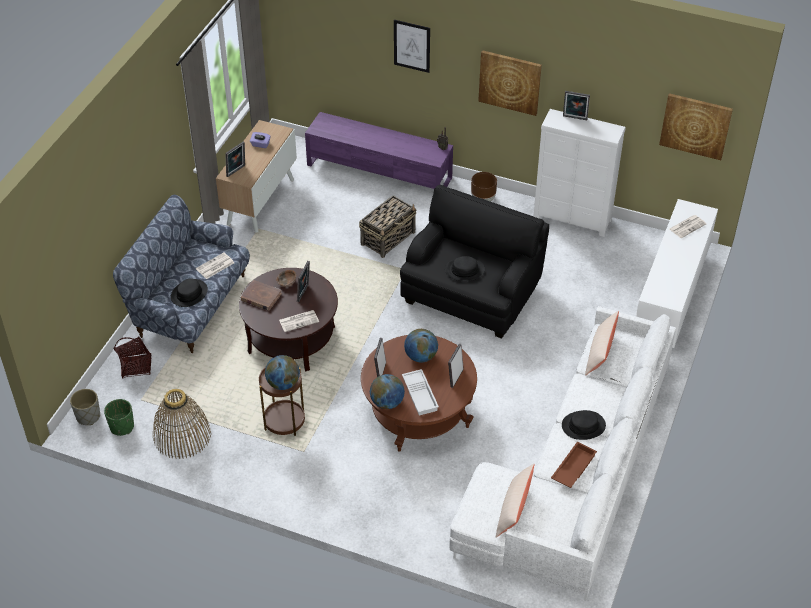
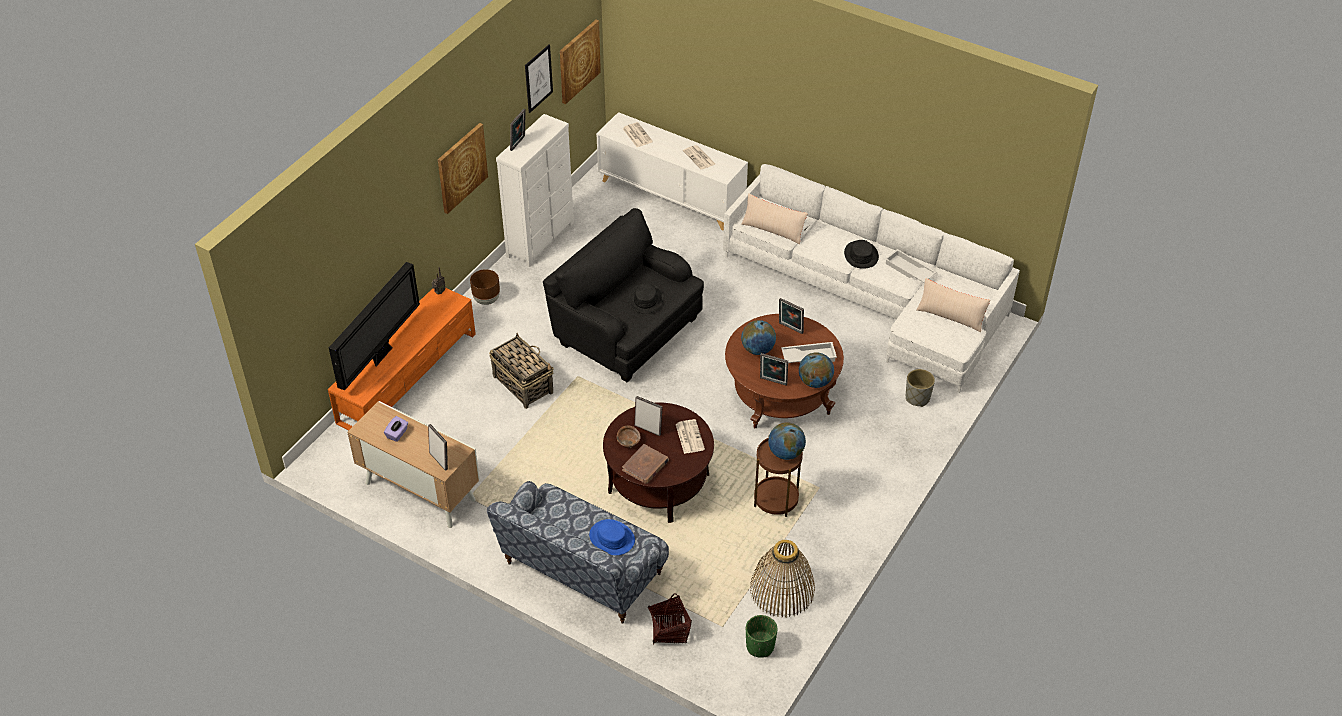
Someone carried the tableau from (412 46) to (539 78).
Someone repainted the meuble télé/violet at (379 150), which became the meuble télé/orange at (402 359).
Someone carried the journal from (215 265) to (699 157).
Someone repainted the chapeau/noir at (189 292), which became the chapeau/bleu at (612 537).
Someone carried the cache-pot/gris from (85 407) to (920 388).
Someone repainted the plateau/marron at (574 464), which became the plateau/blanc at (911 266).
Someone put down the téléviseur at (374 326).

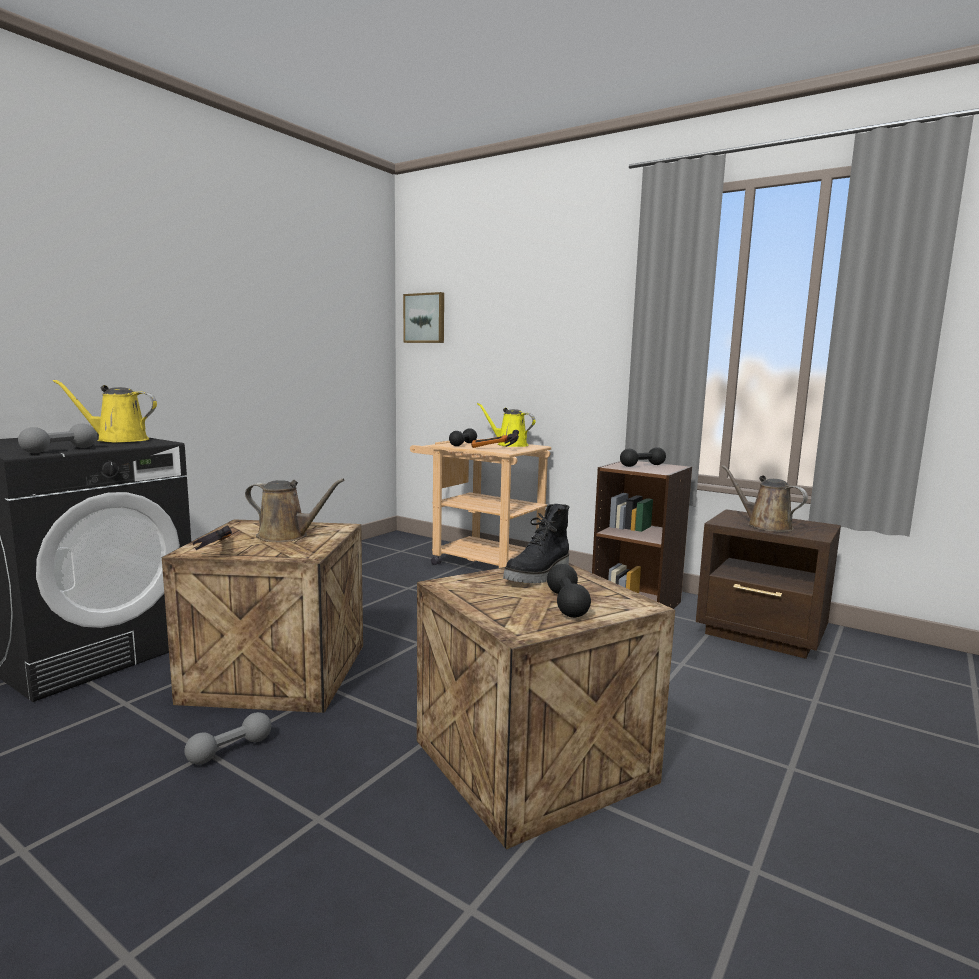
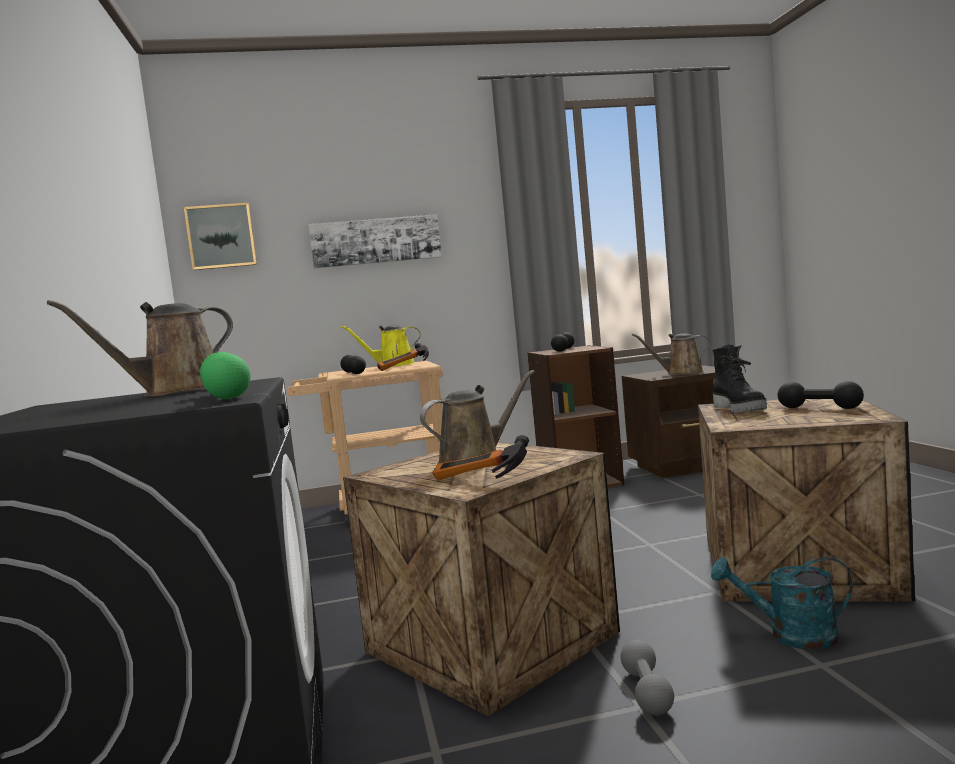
Someone repainted the arrosoir/jaune at (105 410), which became the arrosoir/marron at (140 348).
Someone repainted the haltère/gris at (57 438), which became the haltère/vert at (225 375).
Someone put up the tableau at (375 241).
Someone put down the arrosoir/turquoise at (782 603).

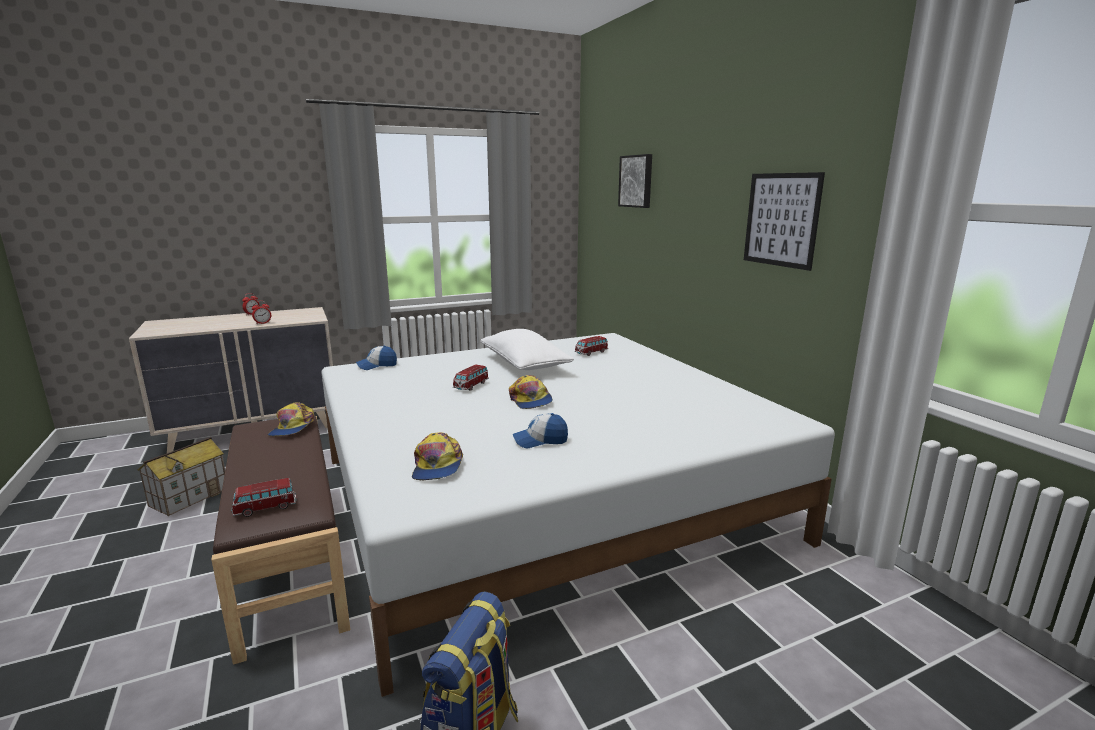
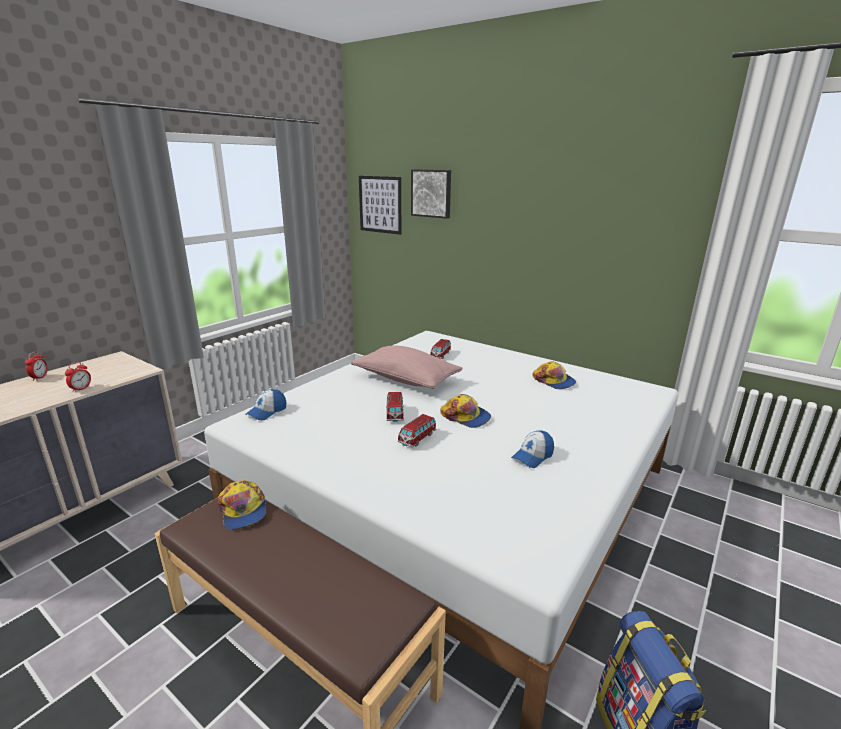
Someone carried the tableau from (784 221) to (380 205).
Someone repainted the coussin/blanc at (527 349), which became the coussin/rose at (407 367).
Someone carried the casquette from (437 456) to (554 375).
Someone took away the maison miniature at (181 476).
Someone carried the petite voiture from (264 497) to (417 430).

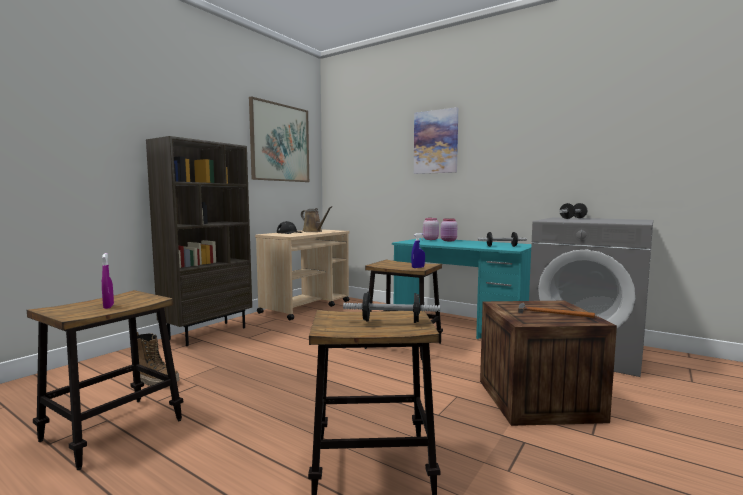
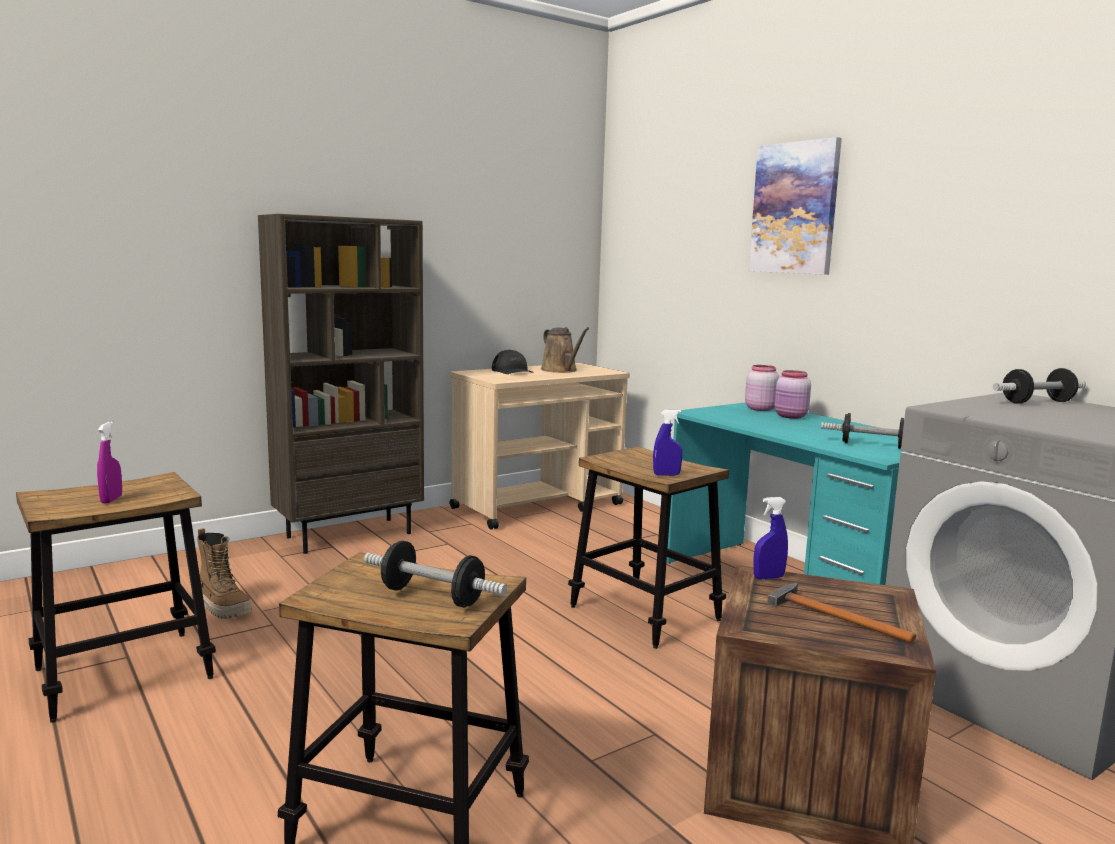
Someone took away the tableau at (279 139).
Someone put down the vaporisateur/bleu at (771 538).

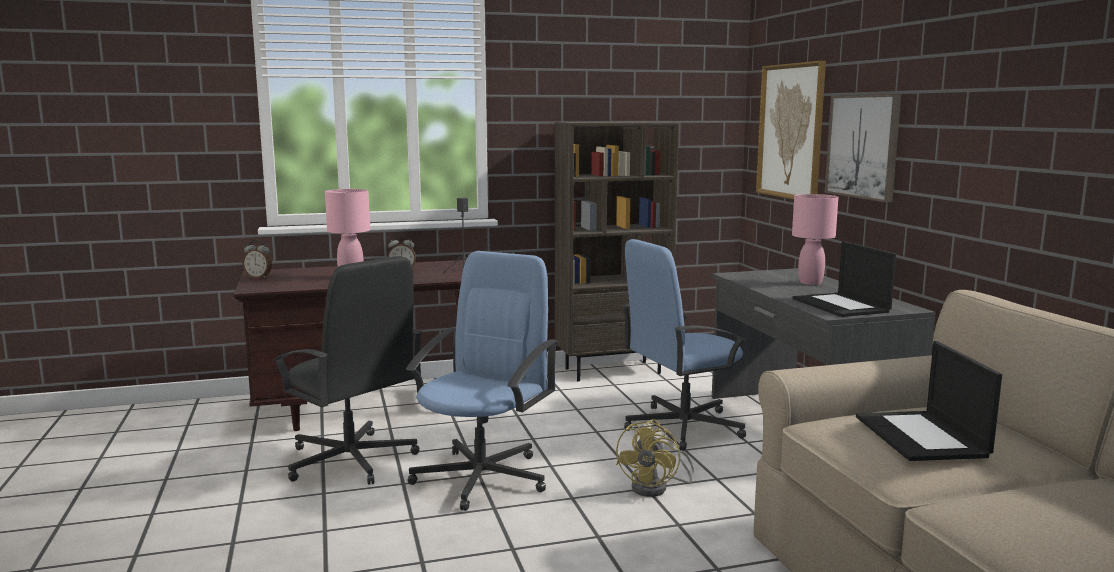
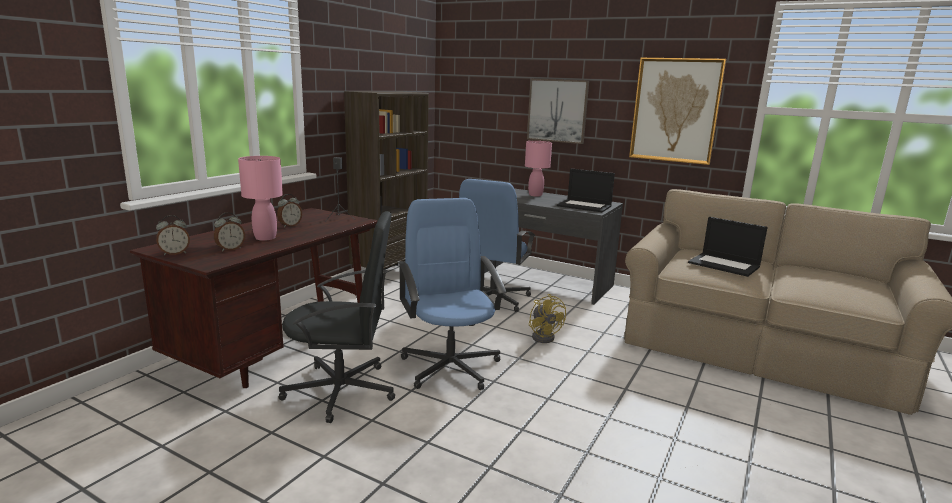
Someone carried the tableau from (791 130) to (677 111).
Someone put down the réveil at (229 232).

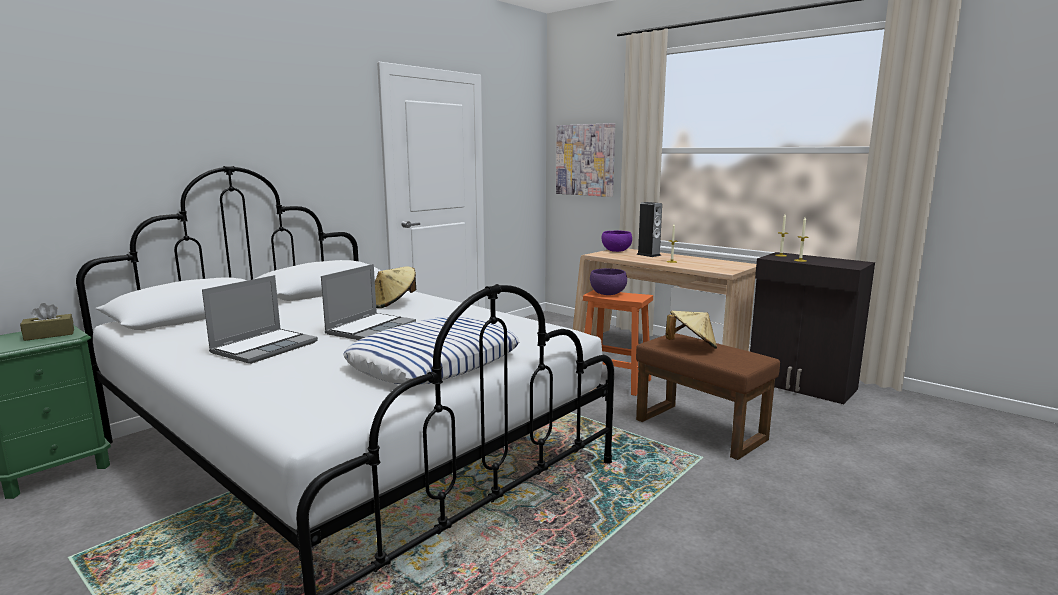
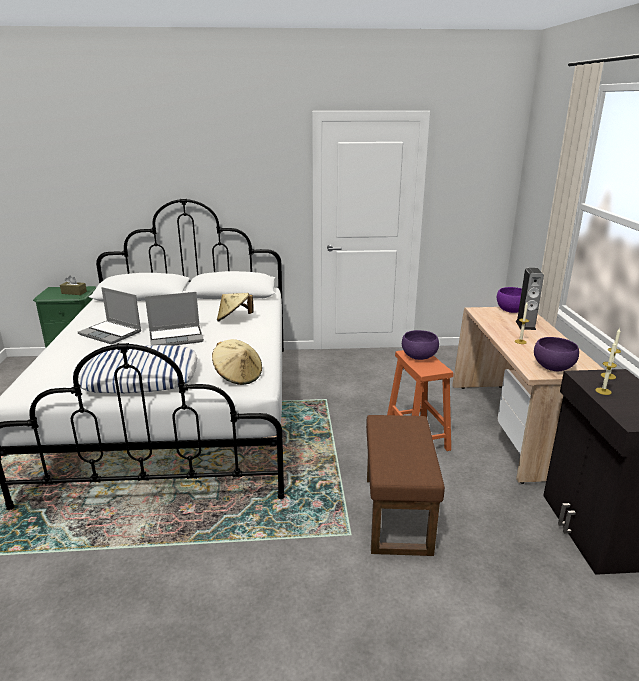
Someone took away the tableau at (585 160).
Someone rotated the ordinateur portable at (260 319) by 45 degrees clockwise.
Someone carried the chapeau/beige from (691 330) to (237 362).
Someone put down the bol/violet at (556 354).

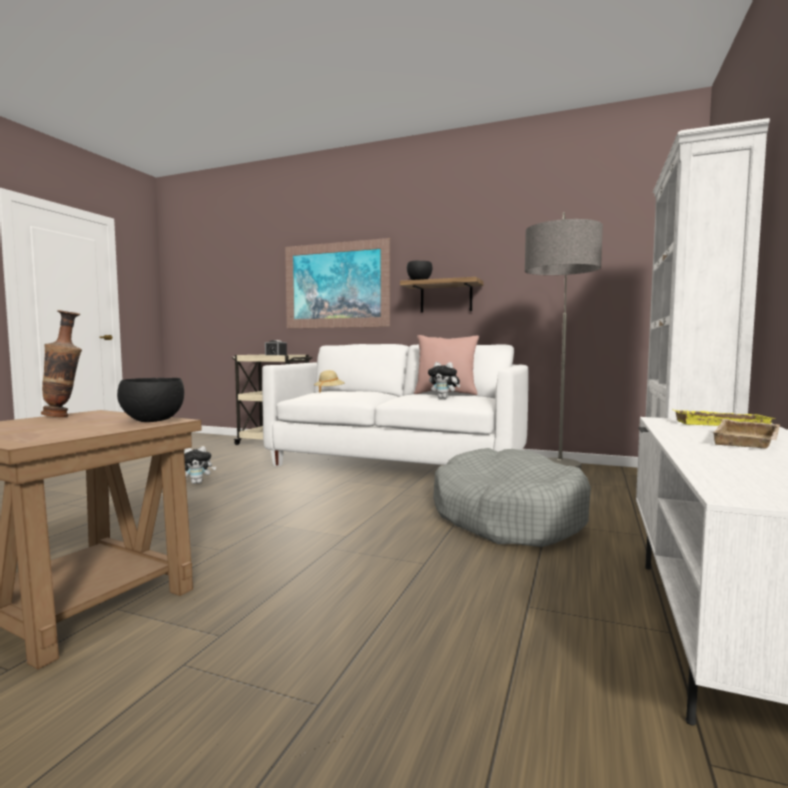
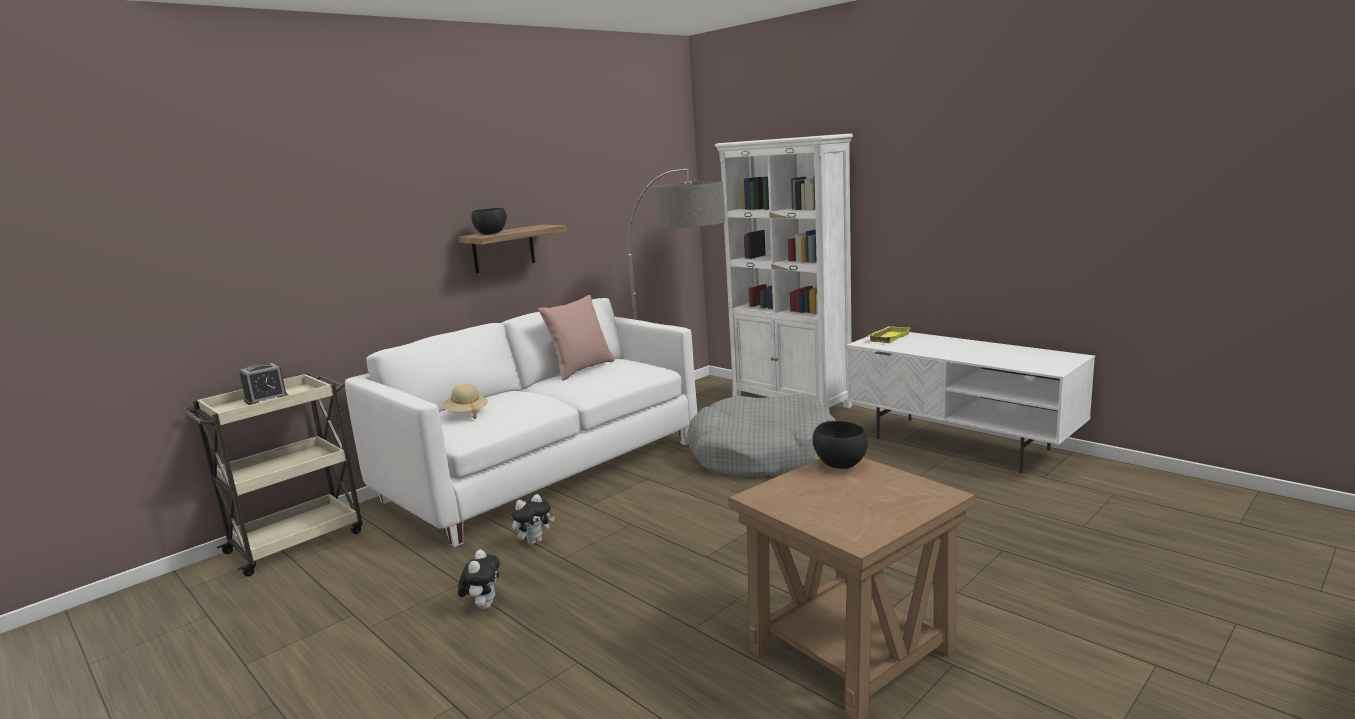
Someone took away the tableau at (337 283).
Someone took away the vase at (61 363).
Someone carried the peluche from (444 380) to (533 519).
Someone took away the plateau/beige at (745 434).

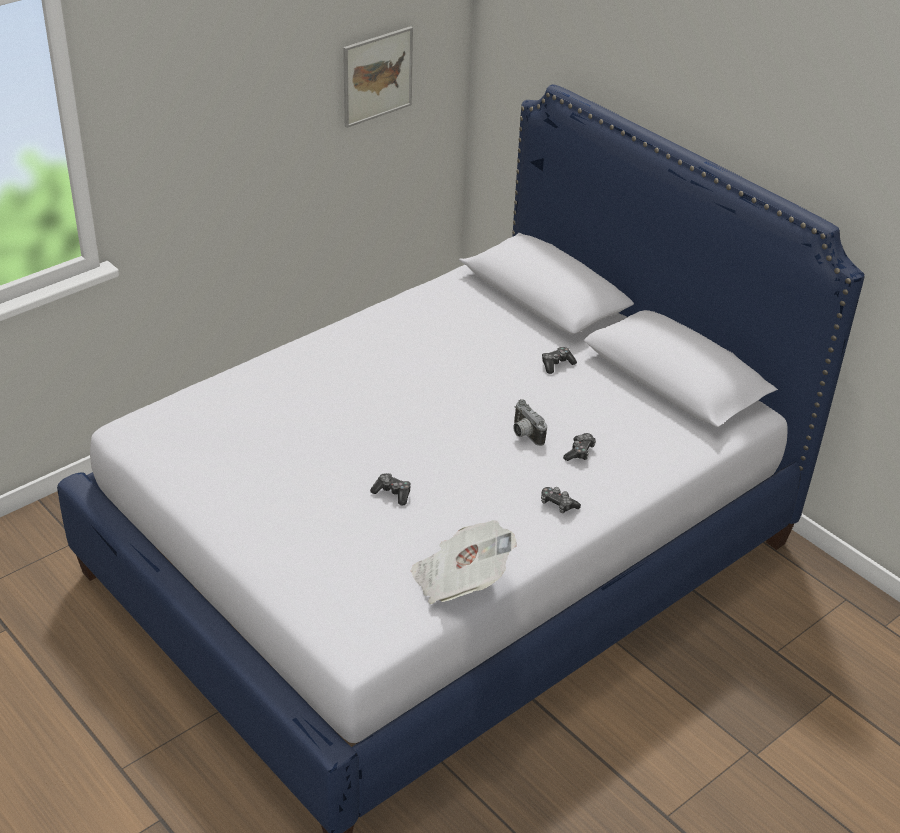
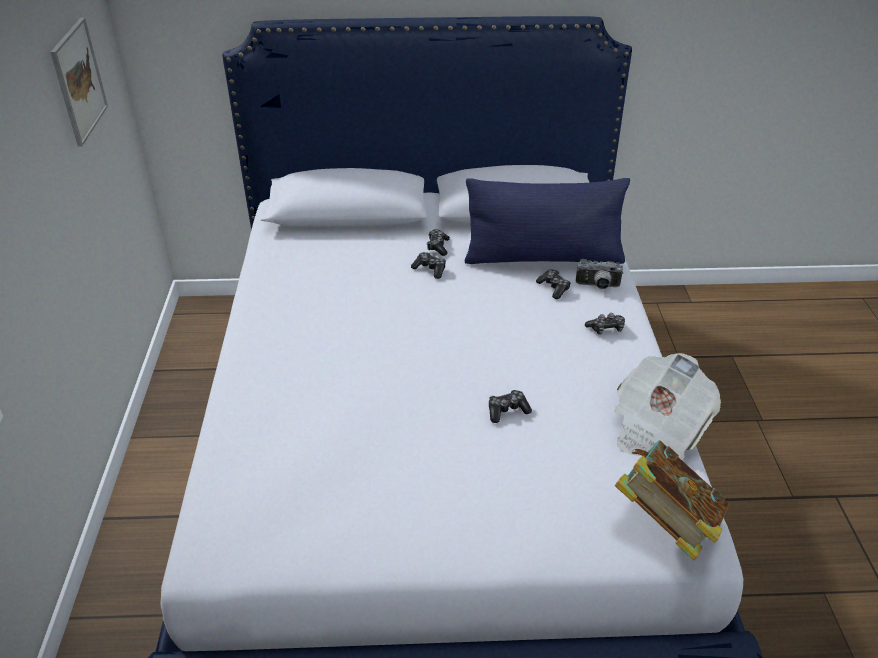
Someone carried the appareil photo from (530 422) to (599 274).
Someone put down the coussin/bleu at (547 221).
Someone put down the manette at (428 265).
Someone put down the livre at (672 500).

